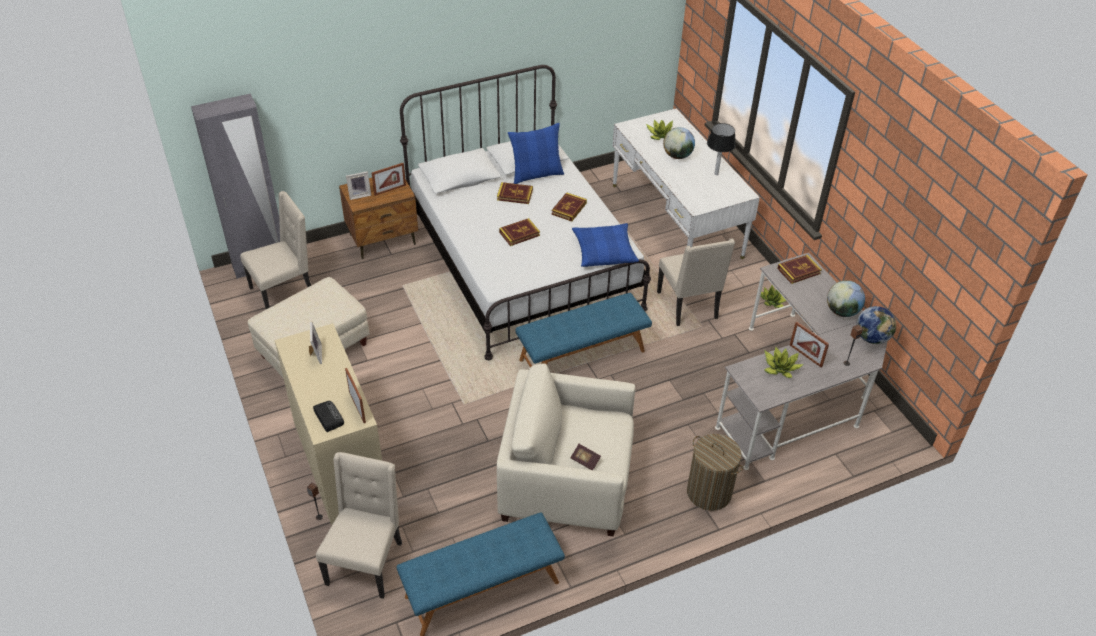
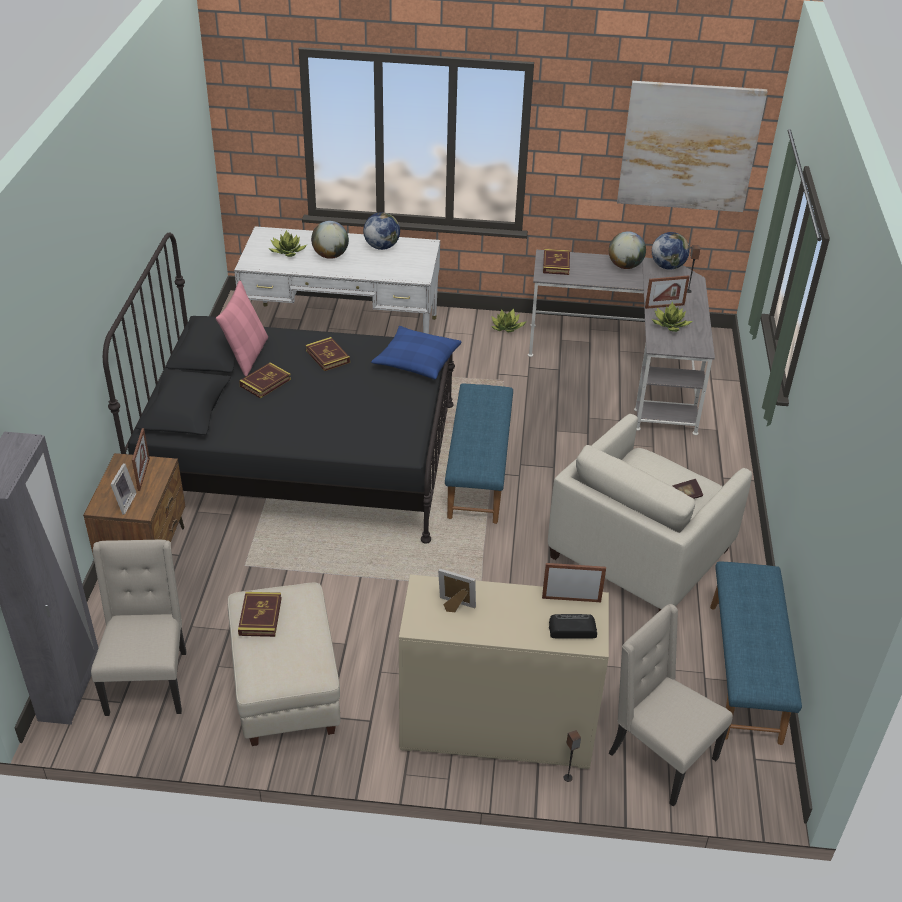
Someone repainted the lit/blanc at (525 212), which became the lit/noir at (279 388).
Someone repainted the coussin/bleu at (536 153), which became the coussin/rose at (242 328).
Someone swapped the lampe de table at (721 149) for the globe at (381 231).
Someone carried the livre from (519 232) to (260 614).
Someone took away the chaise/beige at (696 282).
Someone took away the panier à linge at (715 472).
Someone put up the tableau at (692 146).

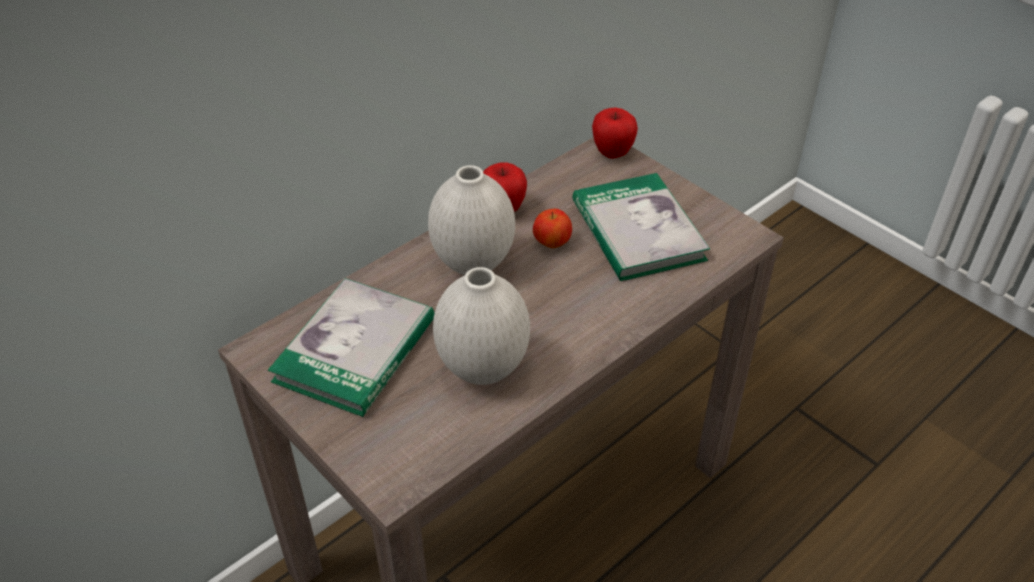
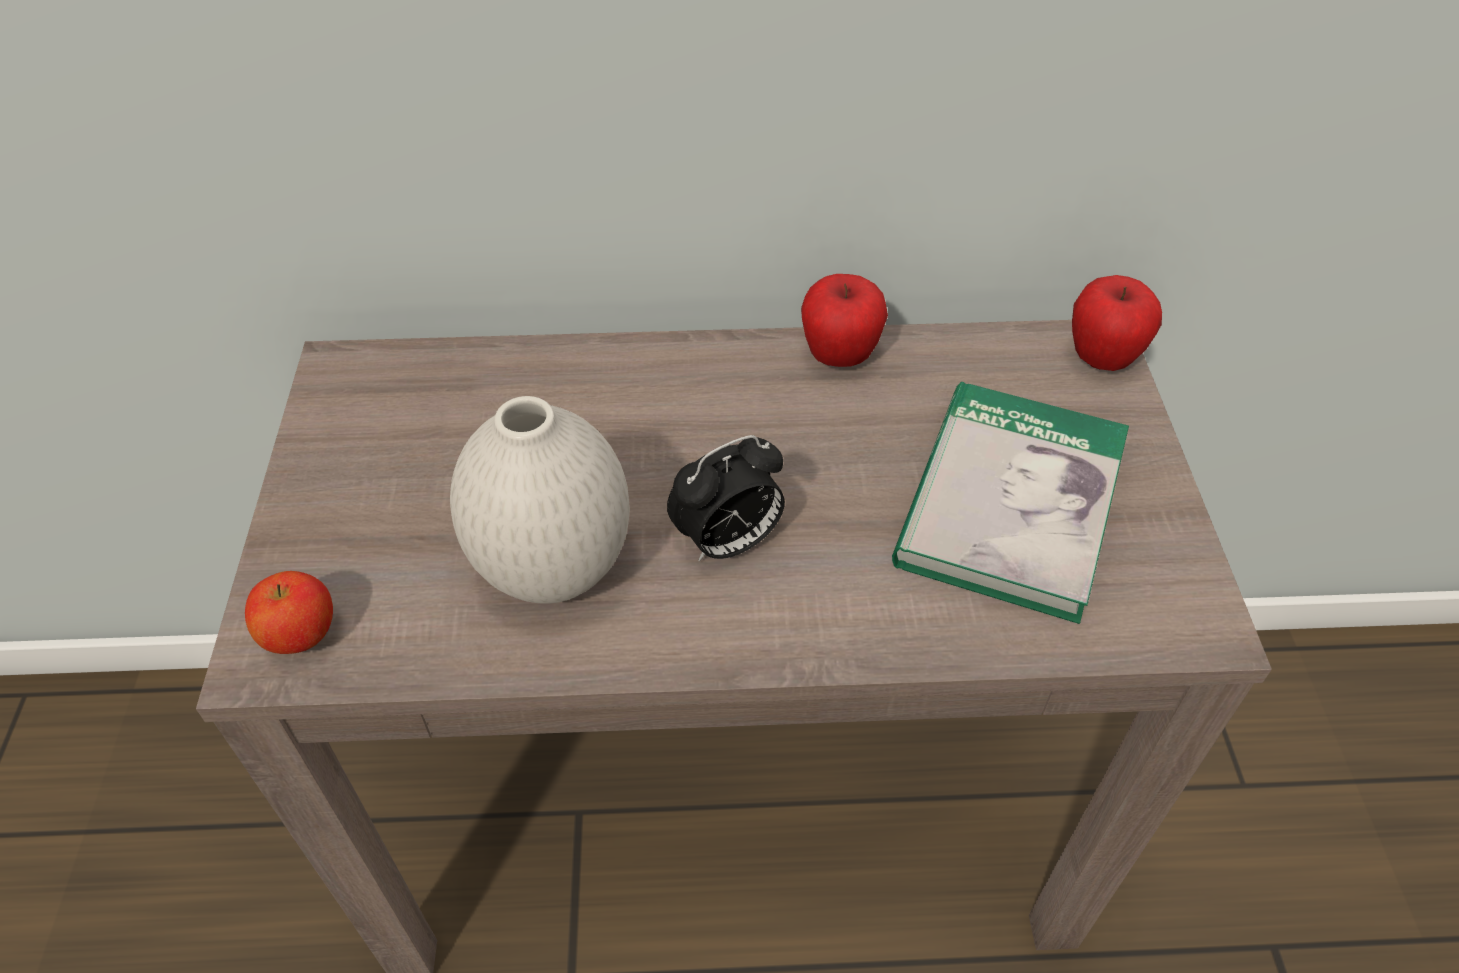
Someone took away the vase/blanc at (471 220).
Someone carried the pomme from (552 228) to (289 612).
Someone took away the livre at (351 347).
Someone put down the réveil at (726 498).

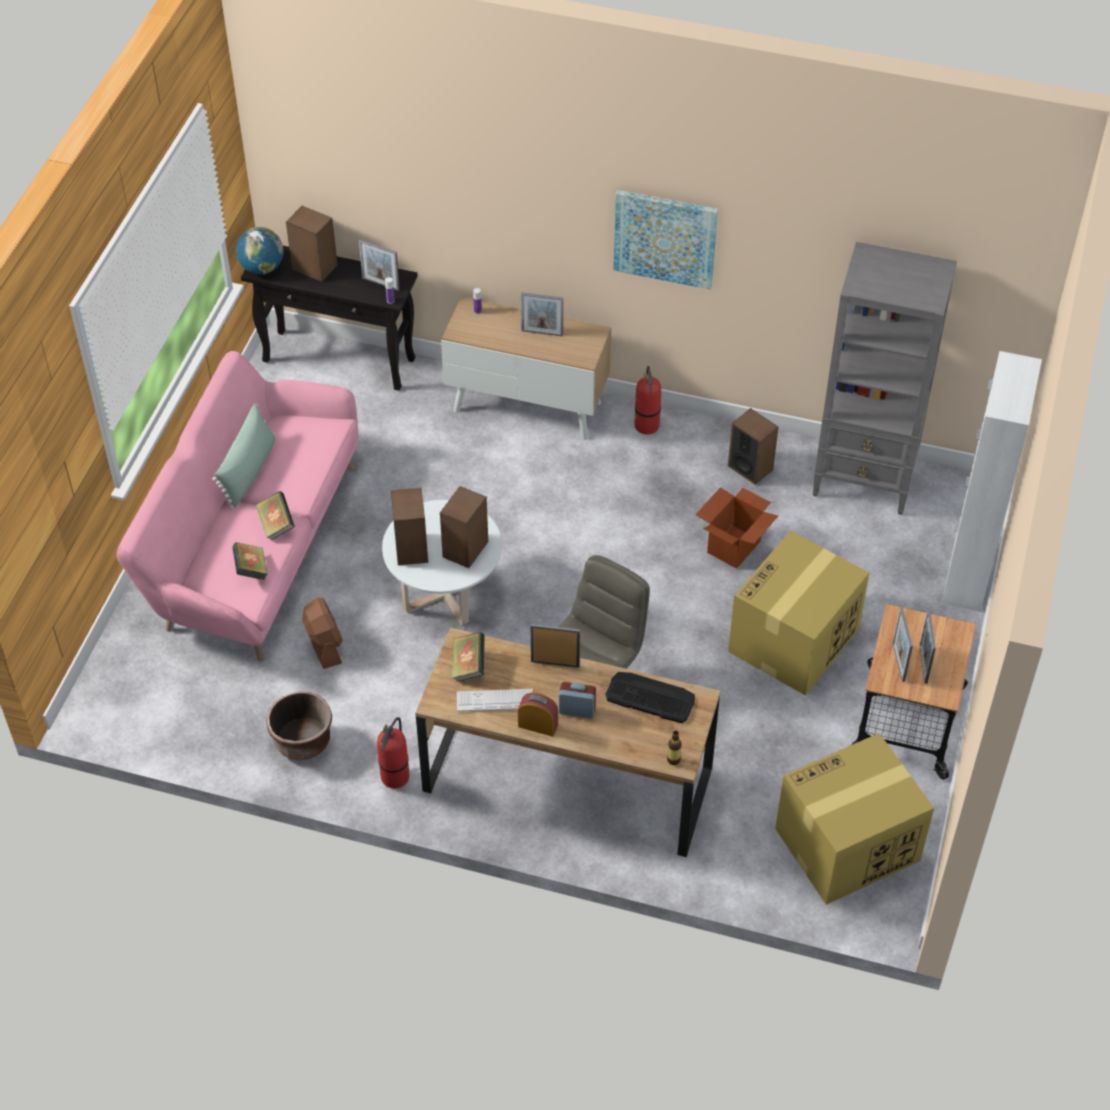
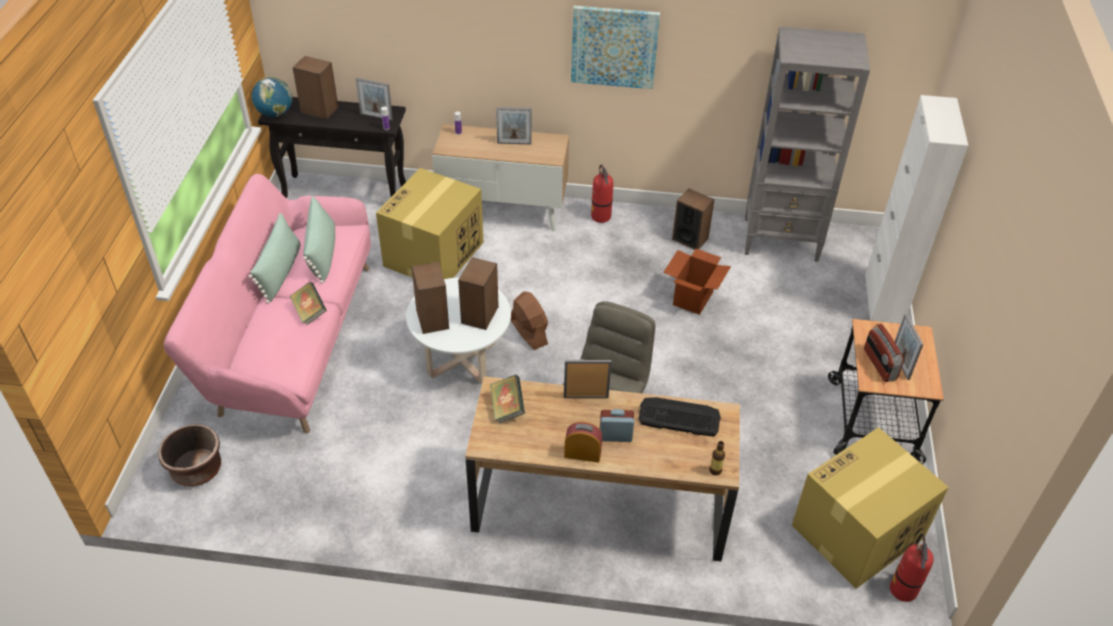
Someone carried the carton from (798 613) to (429 223).
Someone took away the livre at (250 561).
Someone carried the ventilateur/marron from (322 633) to (529 320).
Someone swapped the cadre photo at (902 645) for the radio at (884 353).
Someone took away the clavier at (495 700).
Someone carried the cache-pot/marron from (299 725) to (189 455).
Someone carried the extincteur from (393 752) to (912 567).
Someone put down the coussin/vert at (319 240).

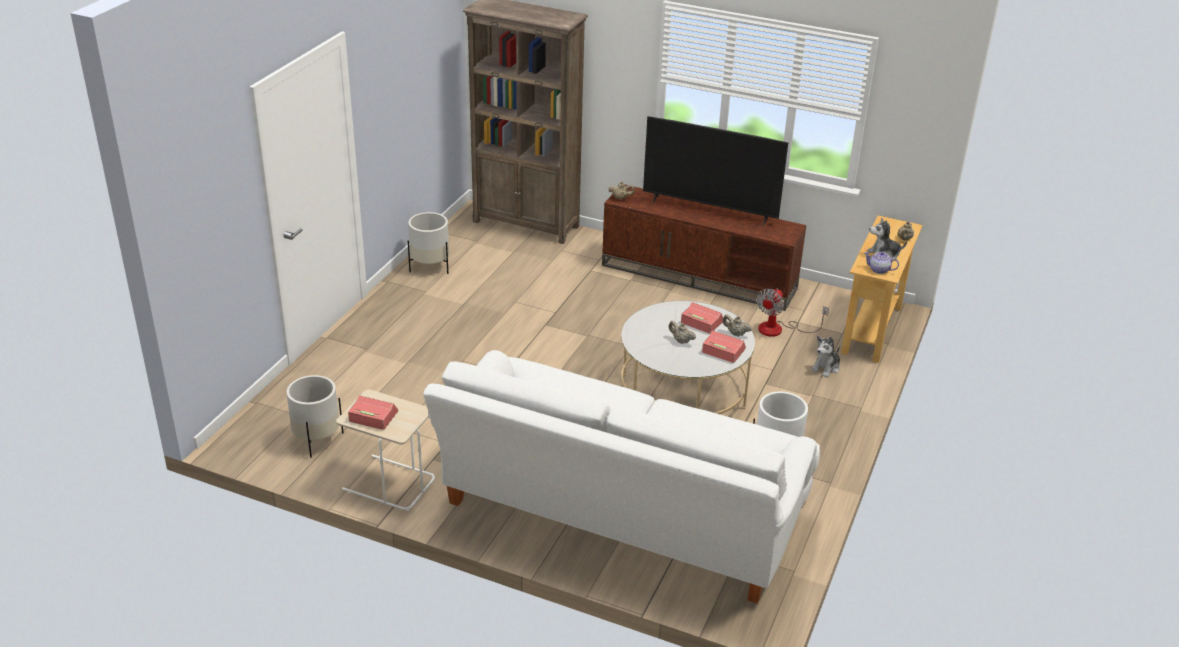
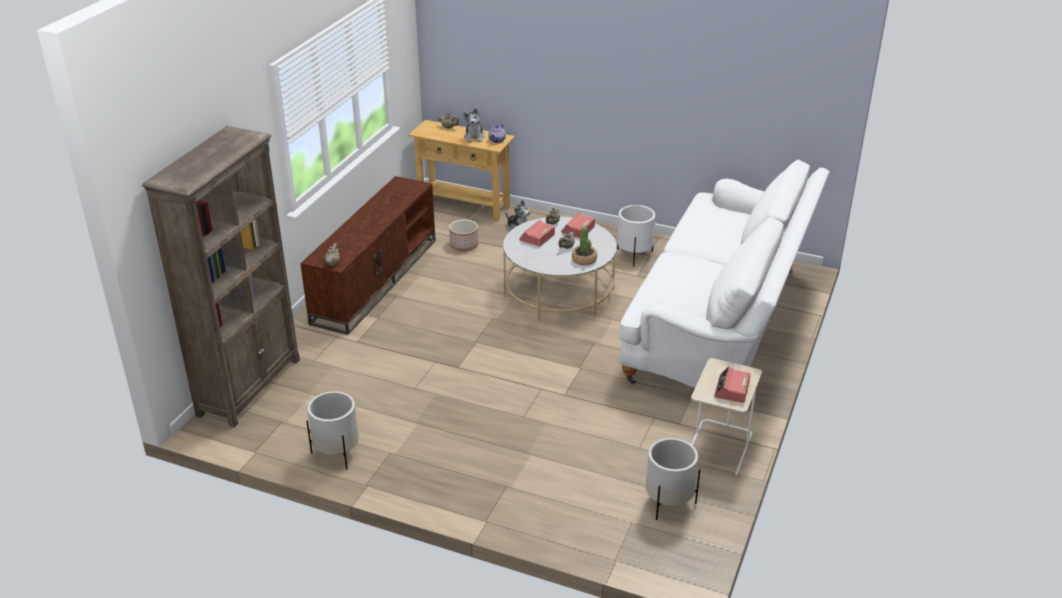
Someone took away the téléviseur at (715 171).
Someone swapped the ventilateur at (792 312) for the cache-pot at (463 235).
Someone put down the plante en pot at (584 246).

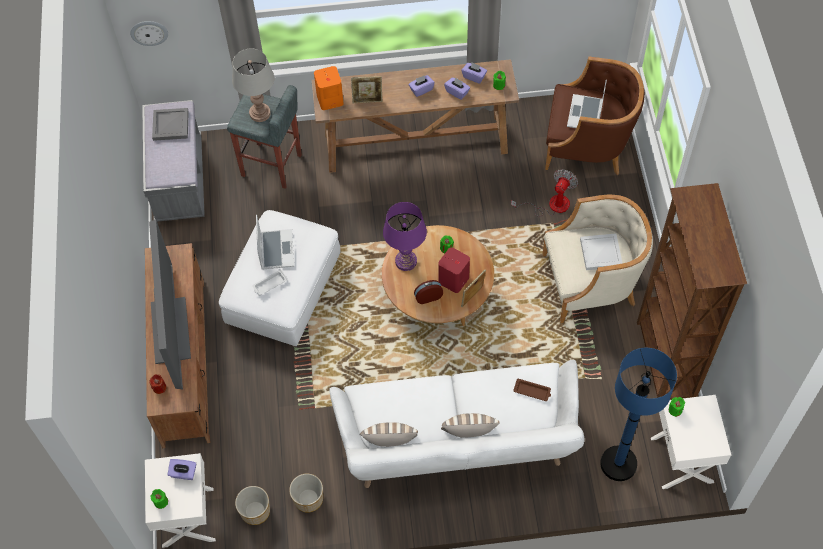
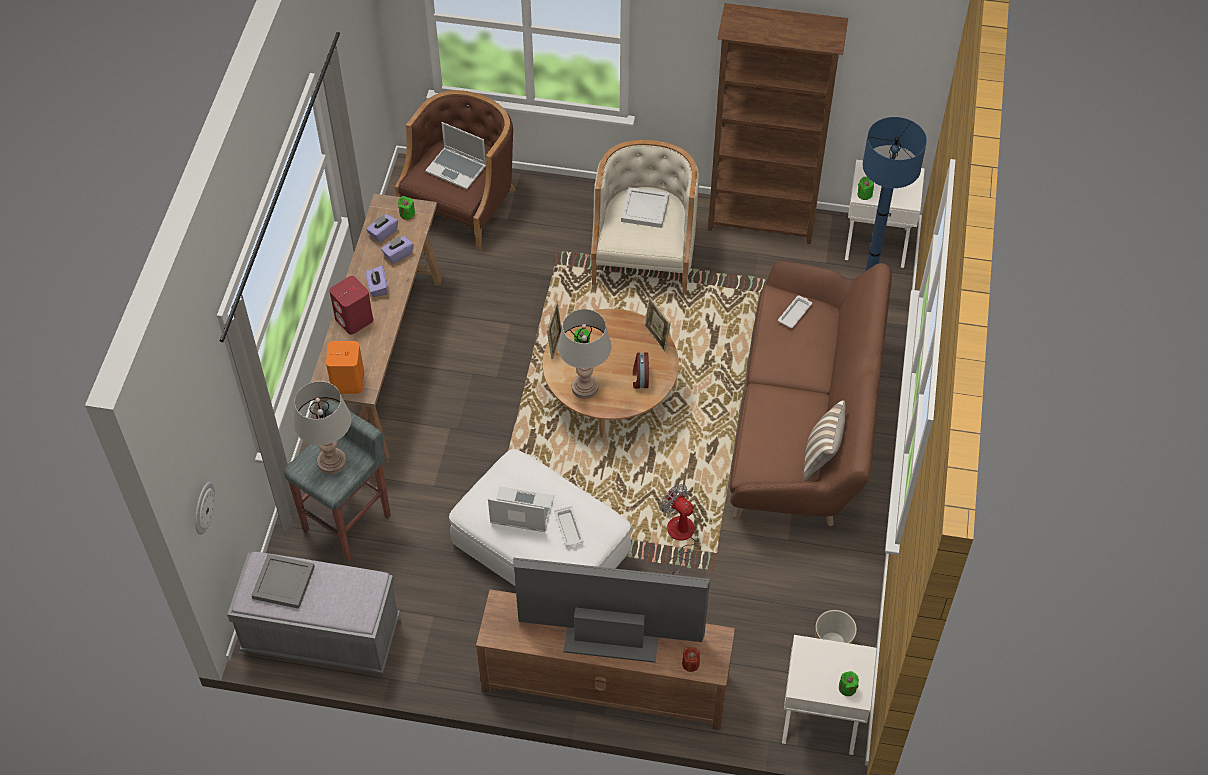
Someone carried the cadre photo from (367 89) to (554 330).
Someone carried the ventilateur from (544 193) to (678 529).
Someone repainted the lampe de table/violet at (405 236), which became the lampe de table/gris at (584 354).
Someone carried the enceinte/rouge from (454 270) to (351 305).
Someone repainted the canapé/blanc at (457 424), which became the canapé/marron at (811 393).
Someone repainted the plateau/marron at (532 390), which became the plateau/blanc at (795 311).
Someone took away the coussin at (470 425).
Someone took away the boîte à mouchoirs/violet at (181 469).
Someone took away the cache-pot at (306 493).

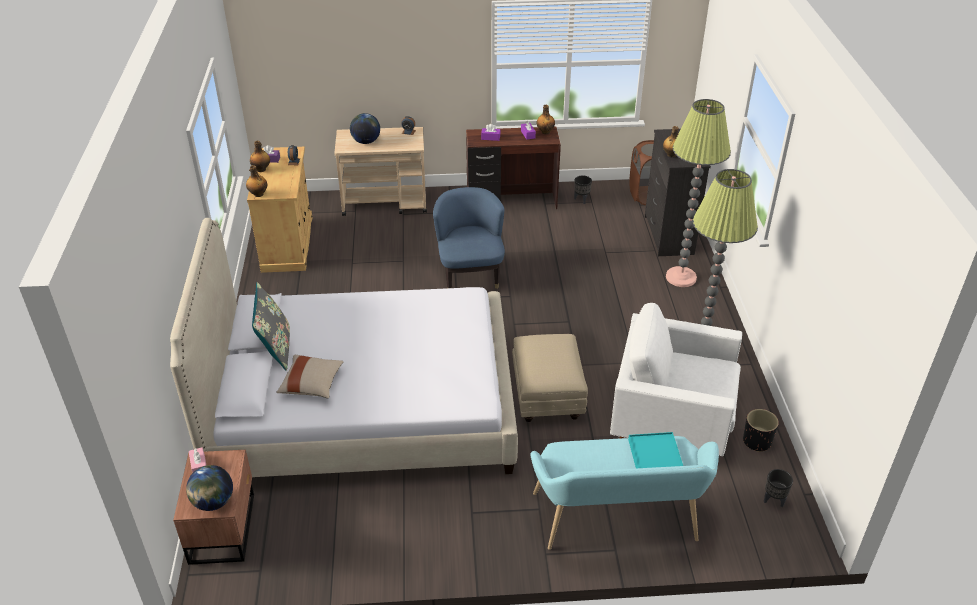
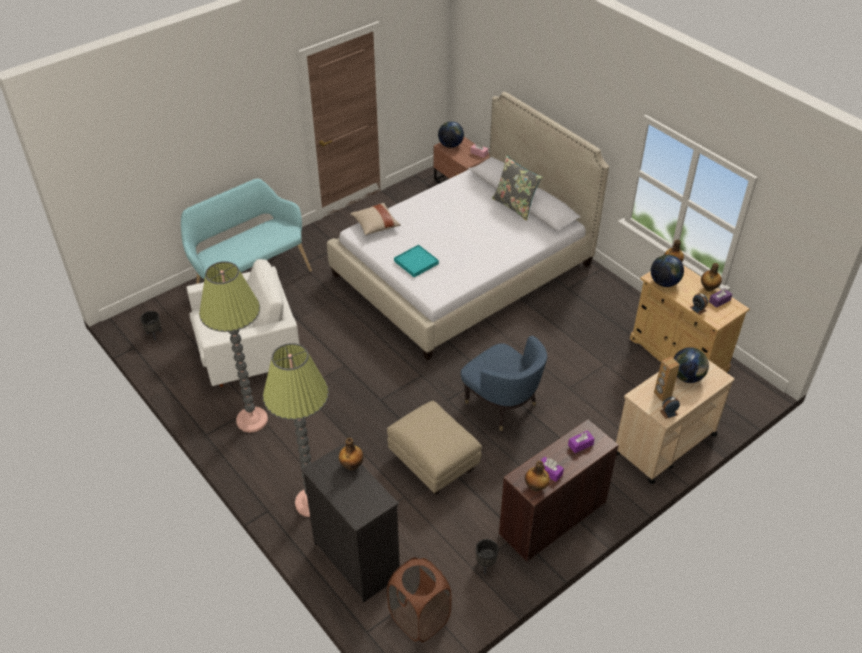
Someone carried the pouf/beige from (550 378) to (434 447).
Someone carried the coussin/beige from (309 377) to (375 219).
Someone took away the cache-pot/noir at (761 430).
Someone carried the plateau/turquoise from (655 450) to (416 261).
Someone put down the globe at (667 271).
Someone put down the enceinte/marron at (667 378).

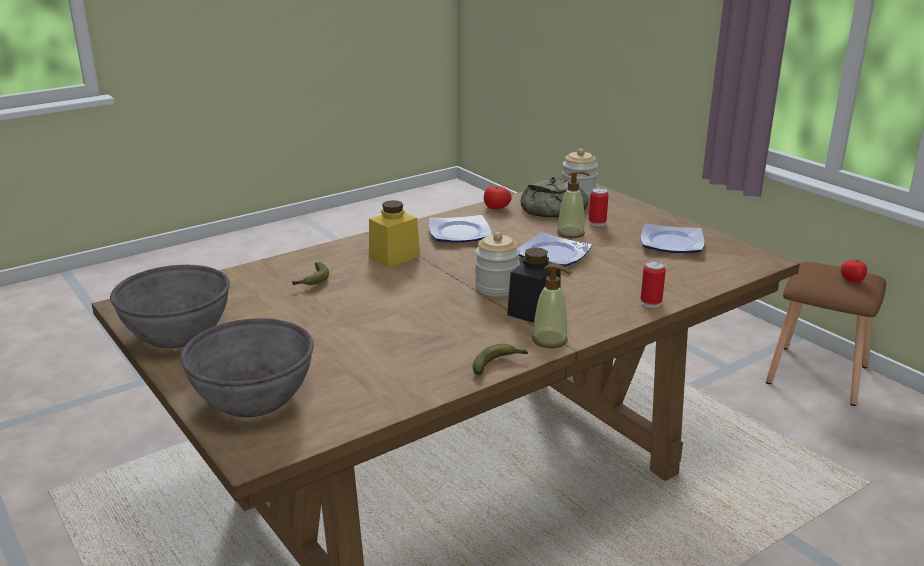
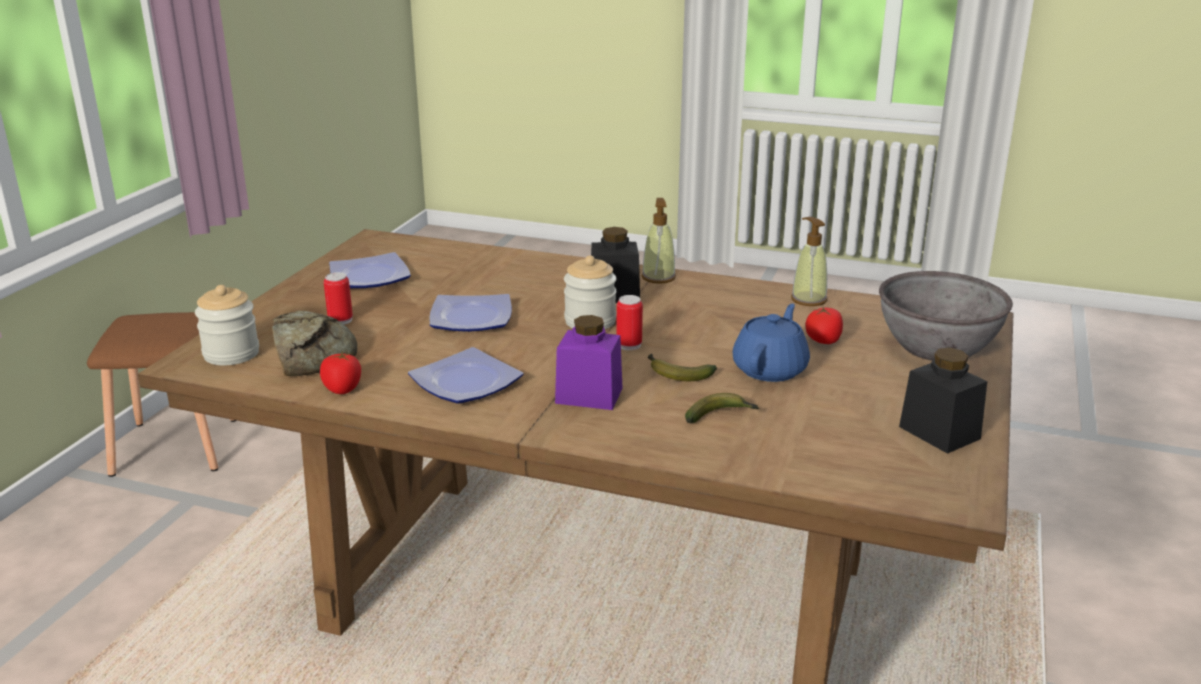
Someone carried the distributeur de savon from (573 204) to (809 261).
Someone repainted the bocal/jaune at (394 234), which became the bocal/violet at (588 362).
Someone carried the tomate from (854 271) to (824 325).
Someone carried the boîte métallique from (653 284) to (629 322).
Someone swapped the bol/gris at (170 306) for the bocal/noir at (943 401).
Someone carried the banane from (500 359) to (682 367).
Someone put down the théière/bleu at (771 343).

